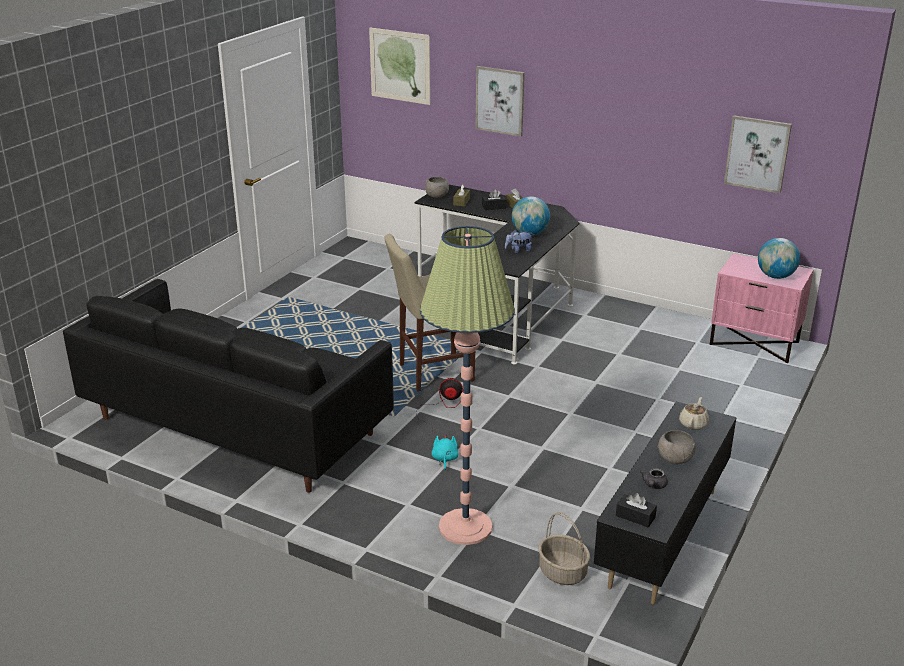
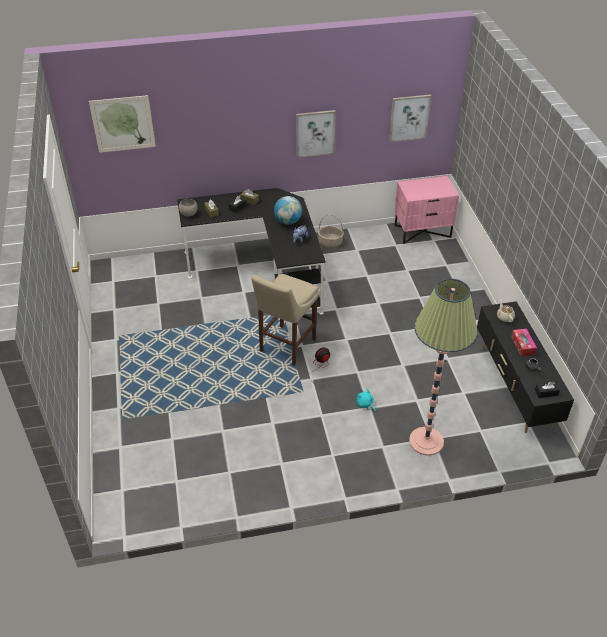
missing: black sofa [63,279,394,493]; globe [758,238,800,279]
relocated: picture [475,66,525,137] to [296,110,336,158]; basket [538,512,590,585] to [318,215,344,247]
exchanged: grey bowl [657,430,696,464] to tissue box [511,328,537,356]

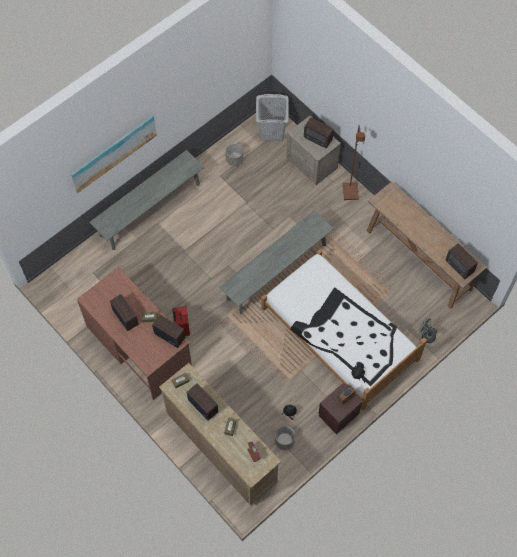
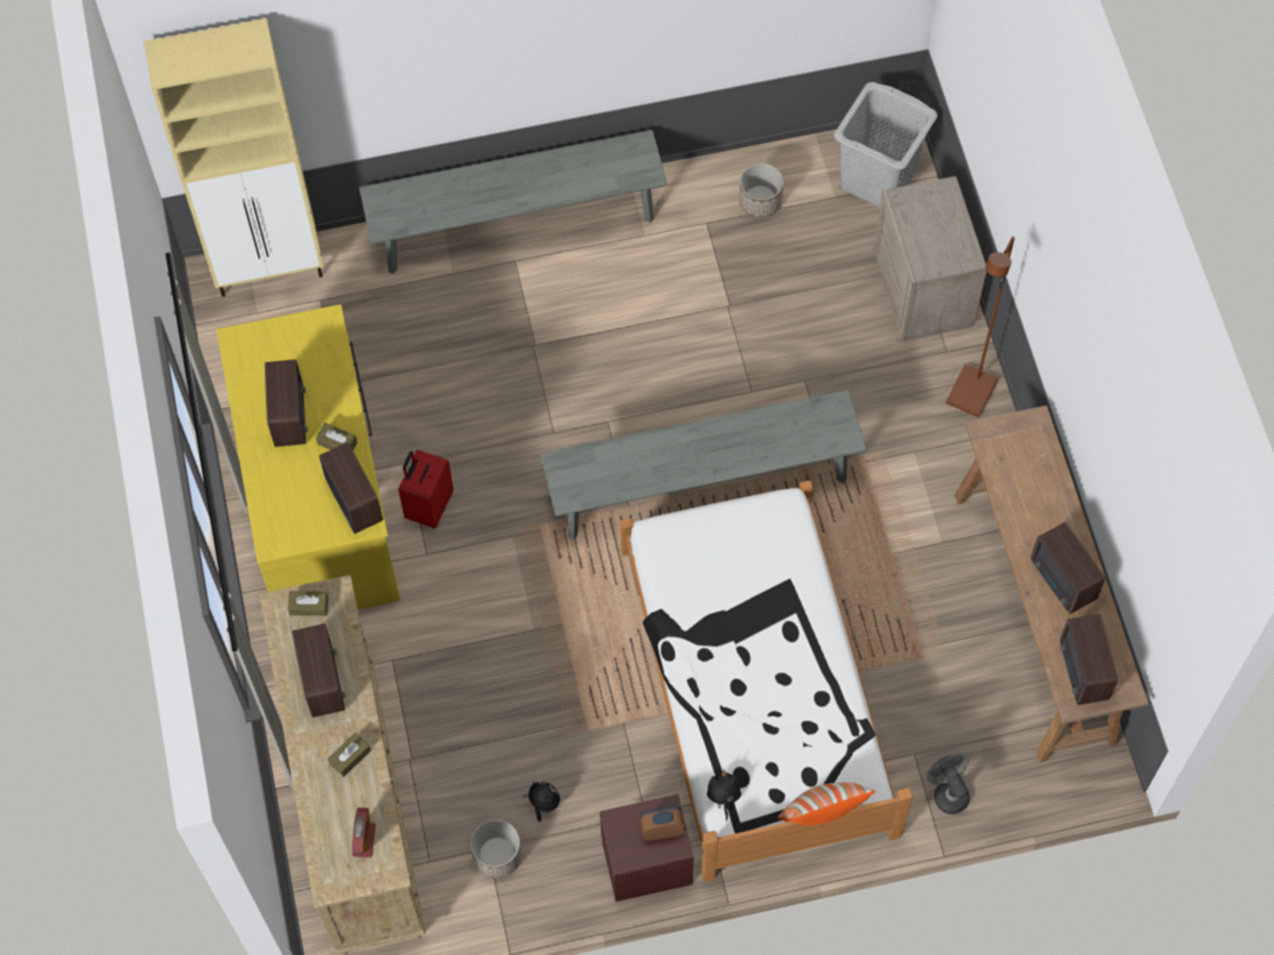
missing: picture [71,116,157,193]
appeared: beige cabinet [144,18,324,297]; pillow [778,782,875,826]
relocated: radio [304,118,334,148] to [1031,522,1105,614]
colour: brown desk [77,267,192,400] to yellow desk [216,304,400,609]

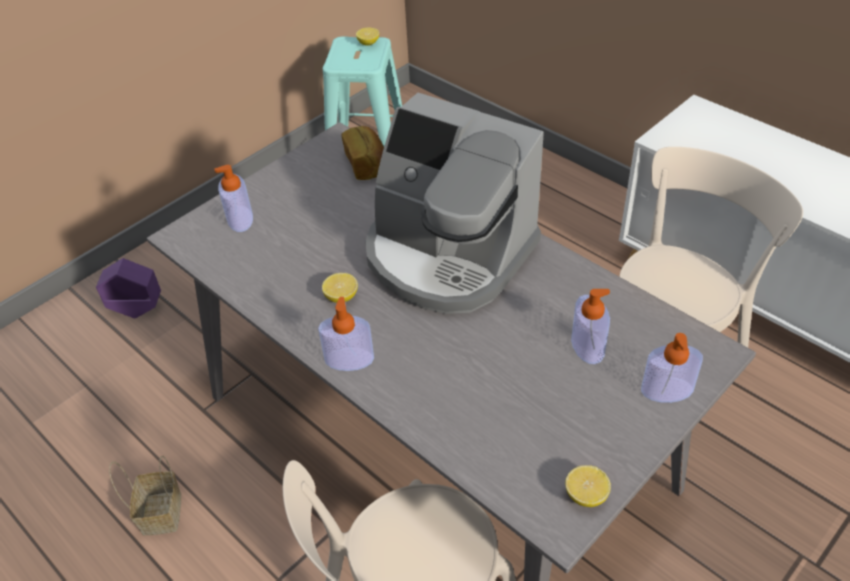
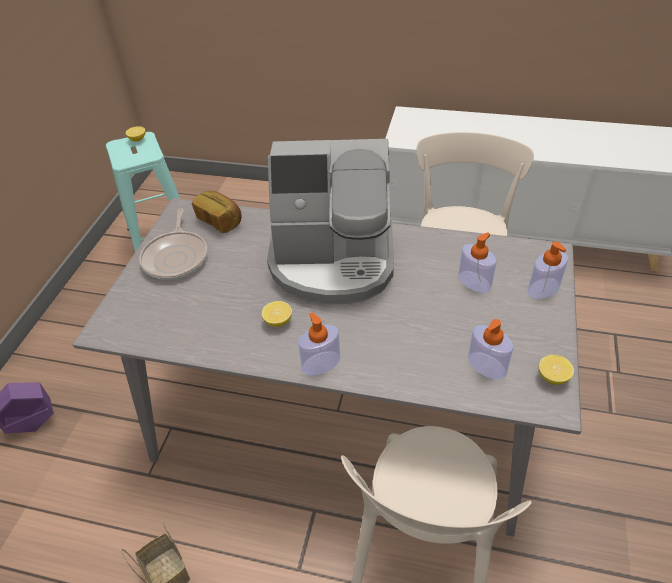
appeared: frying pan [139,208,207,280]
relocated: soap dispenser [214,165,253,232] to [468,319,514,379]

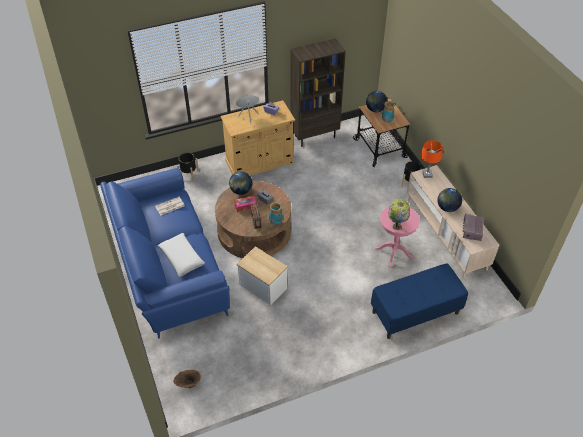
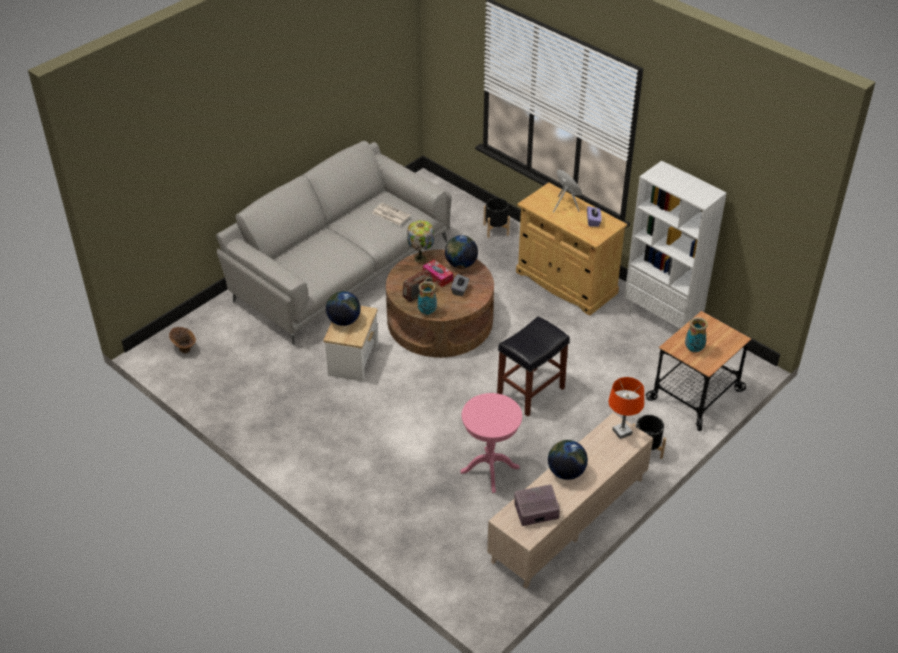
missing: white pillow [158,233,205,277]; blue bench [371,263,468,339]
appeared: black stool [497,316,570,417]
relocated: globe [366,91,388,112] to [326,291,361,326]; table lamp [388,199,410,230] to [407,220,435,263]
colour: blue sofa [100,168,230,339] to grey sofa [216,141,452,345]; brown bookcase [290,38,346,147] to white bookcase [624,161,727,331]

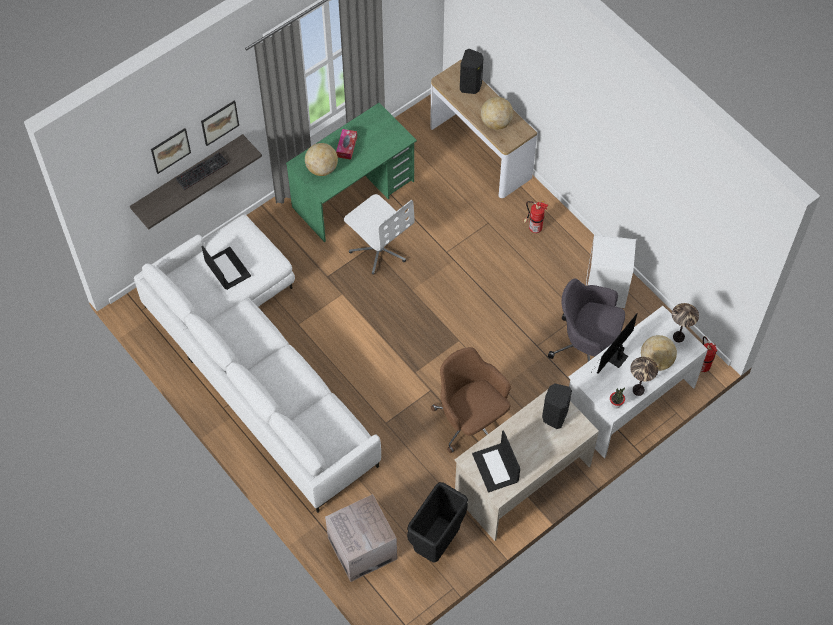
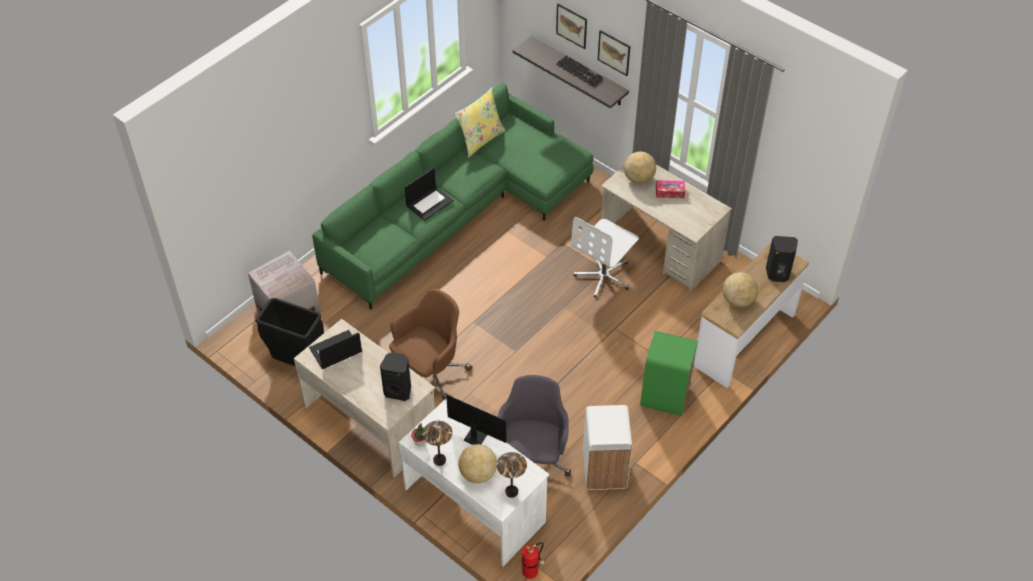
appeared: yellow pillow [454,87,505,158]
relocated: laptop [202,246,251,290] to [405,167,454,221]
exchanged: fire extinguisher [523,201,548,233] to green trash can [640,331,698,416]
colour: white sofa [134,214,381,513] to green sofa [312,83,594,310]; green desk [286,103,417,242] to beige desk [601,164,732,291]

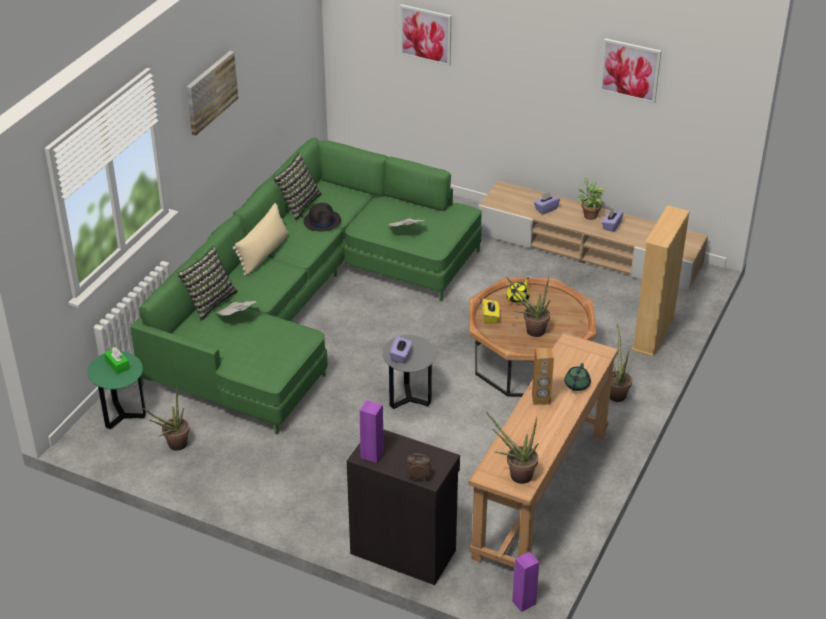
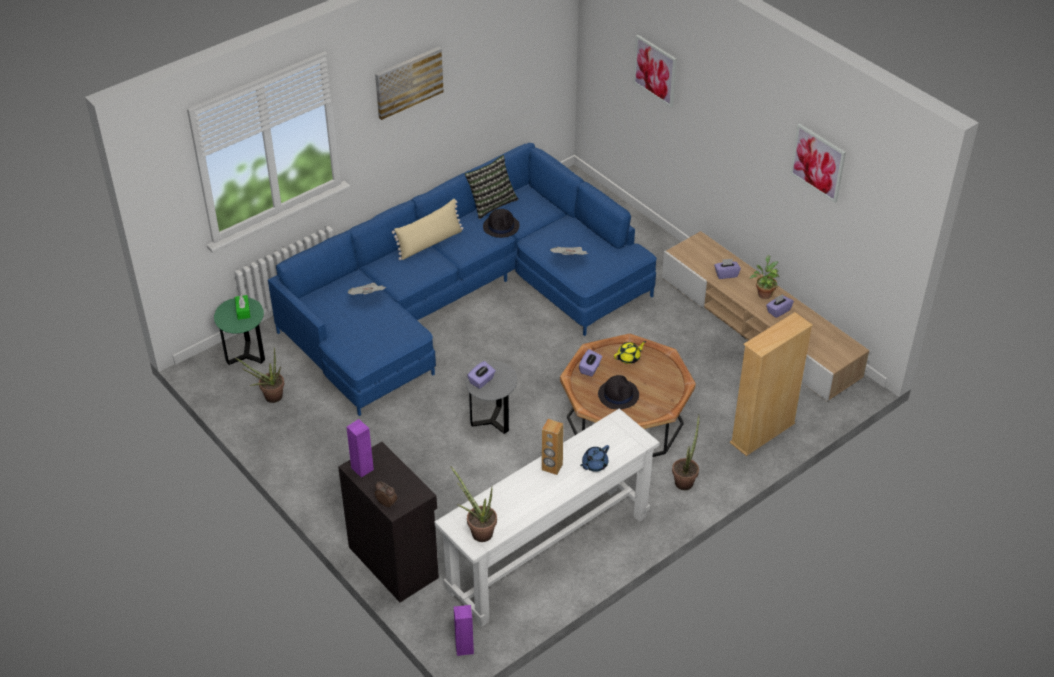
missing: pillow [177,246,238,321]
exchanged: potted plant [507,276,551,337] to black hat [598,375,639,409]
colour: green sofa [130,138,482,434] to blue sofa [268,143,657,416]; brown console table [469,333,618,567] to white console table [434,408,660,627]; yellow tissue box [482,299,500,324] to purple tissue box [579,349,602,377]; green teapot [564,363,591,391] to blue teapot [580,445,609,472]

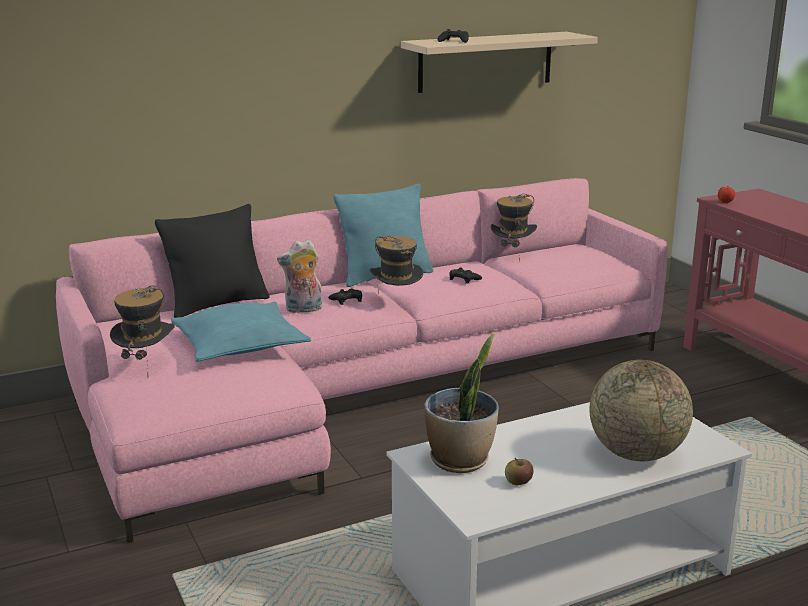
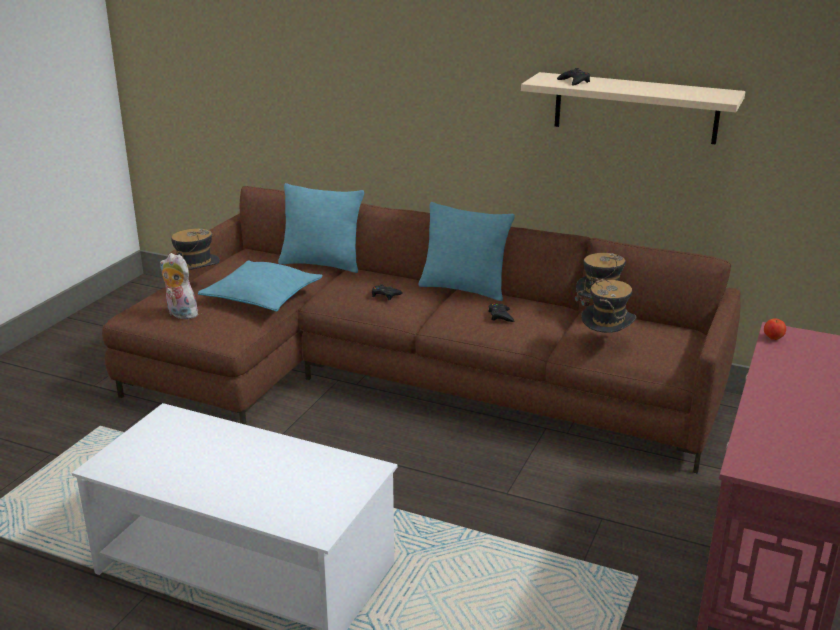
missing: potted plant [424,334,498,473]; apple [505,458,533,485]; globe [589,360,693,461]
relocated: plush toy [277,239,322,313] to [160,253,199,319]; hat [370,236,423,295] to [581,277,636,333]
colour: pink sofa [56,178,668,543] to brown sofa [102,186,741,474]; black pillow [155,204,270,318] to turquoise pillow [278,183,364,273]

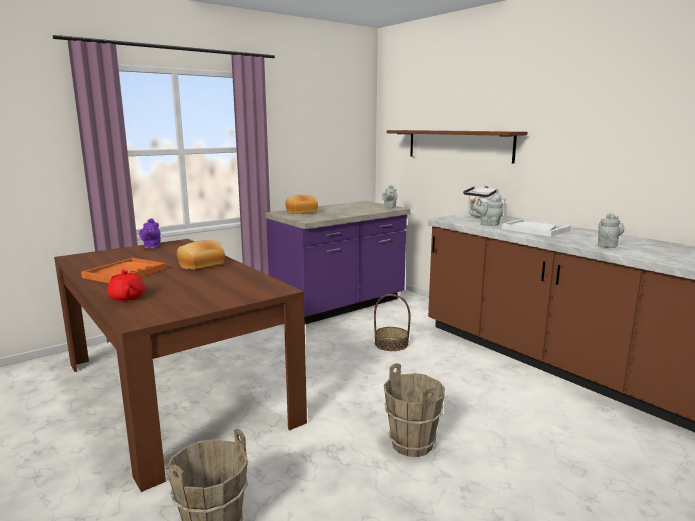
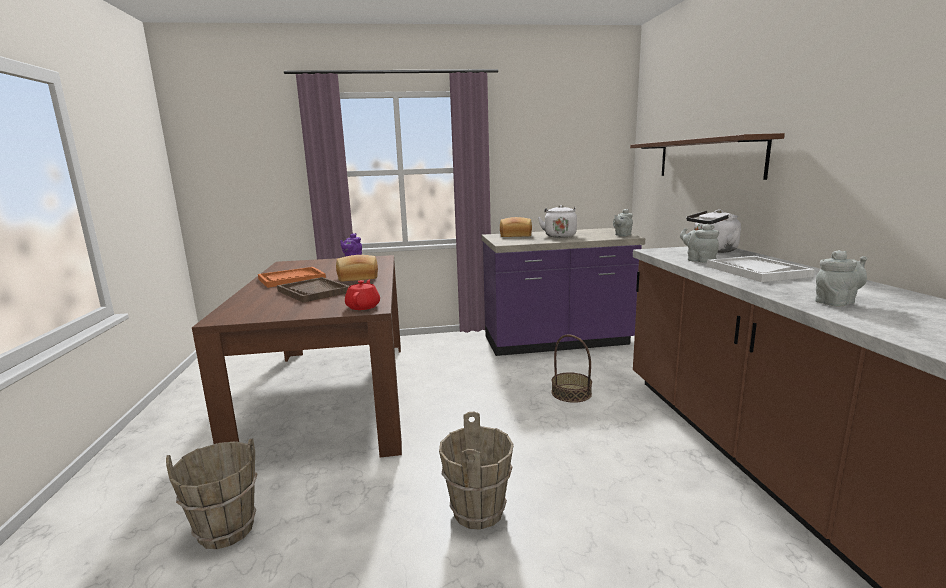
appeared: brown tray [277,277,349,303]; white kettle [538,205,577,238]
relocated: red teapot [107,269,145,301] to [345,280,380,310]

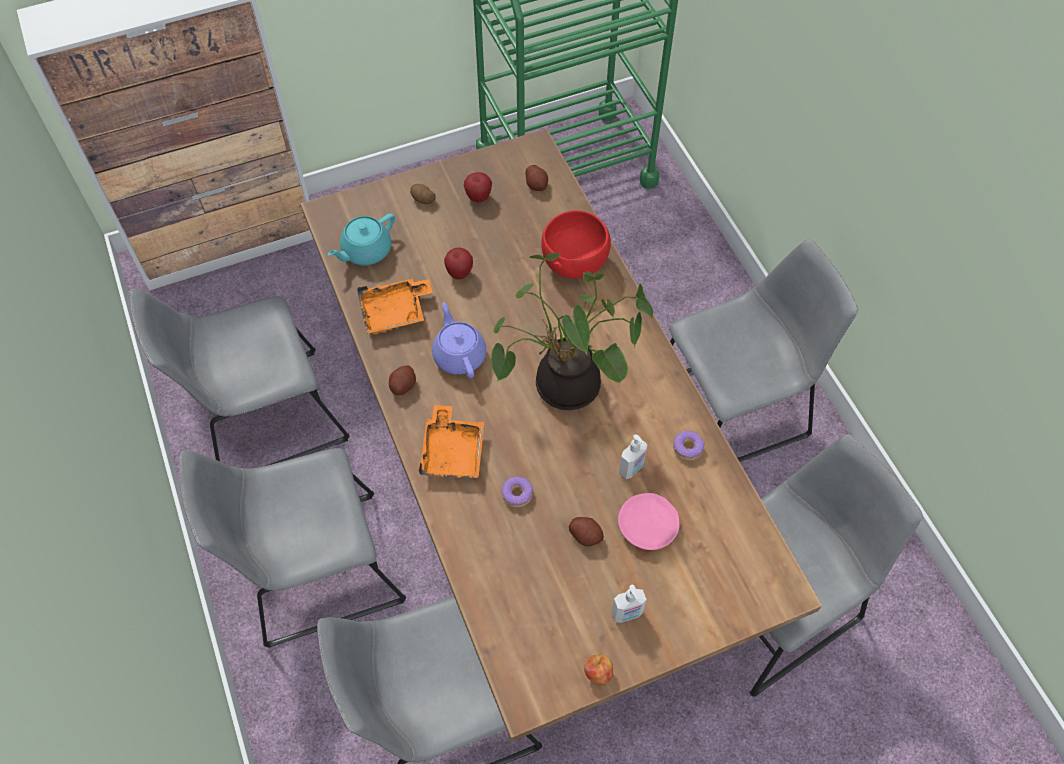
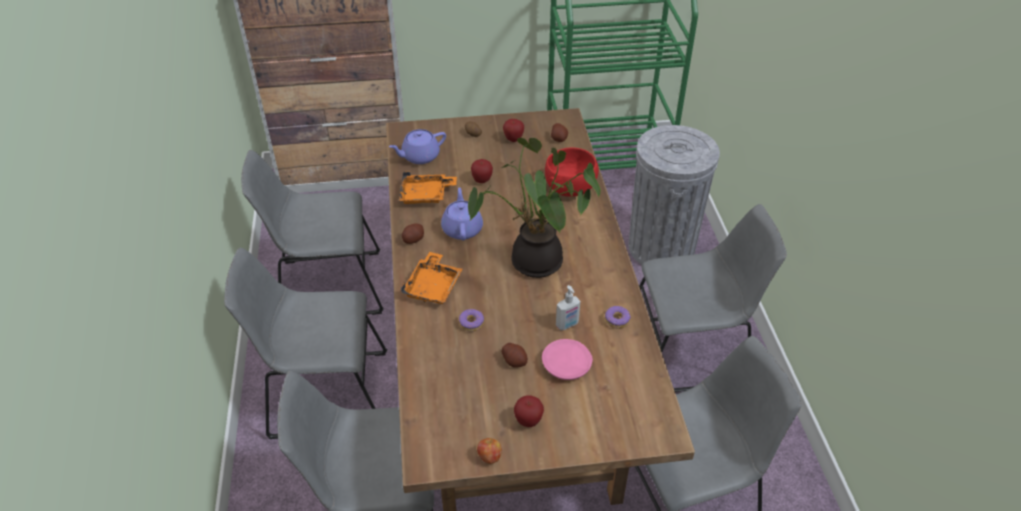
appeared: grey trash can [628,125,720,265]
exchanged: soap dispenser [612,585,647,623] to apple [514,395,544,427]
colour: turquoise teapot [328,213,395,266] to purple teapot [389,129,446,164]

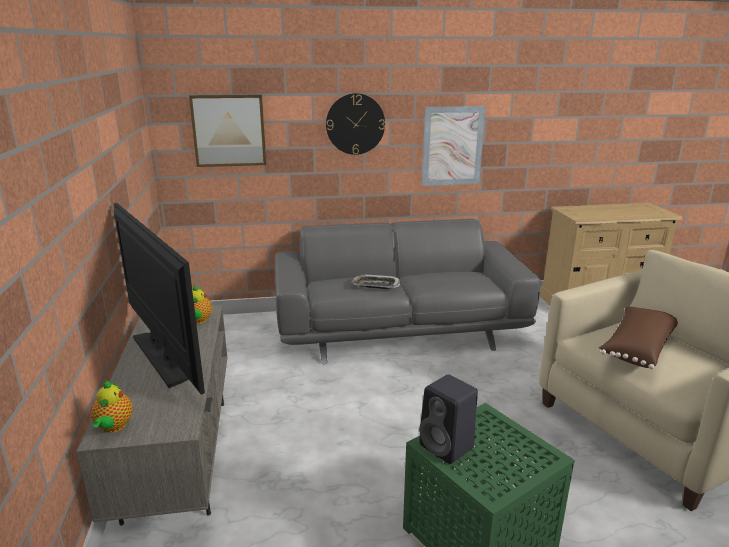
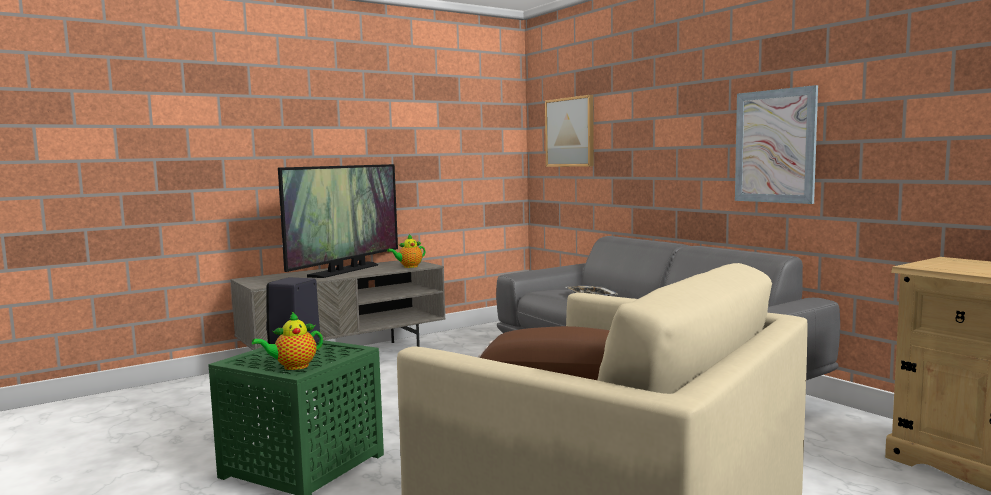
missing: wall clock [326,93,385,155]
relocated: teapot [91,381,133,433] to [252,312,323,370]

